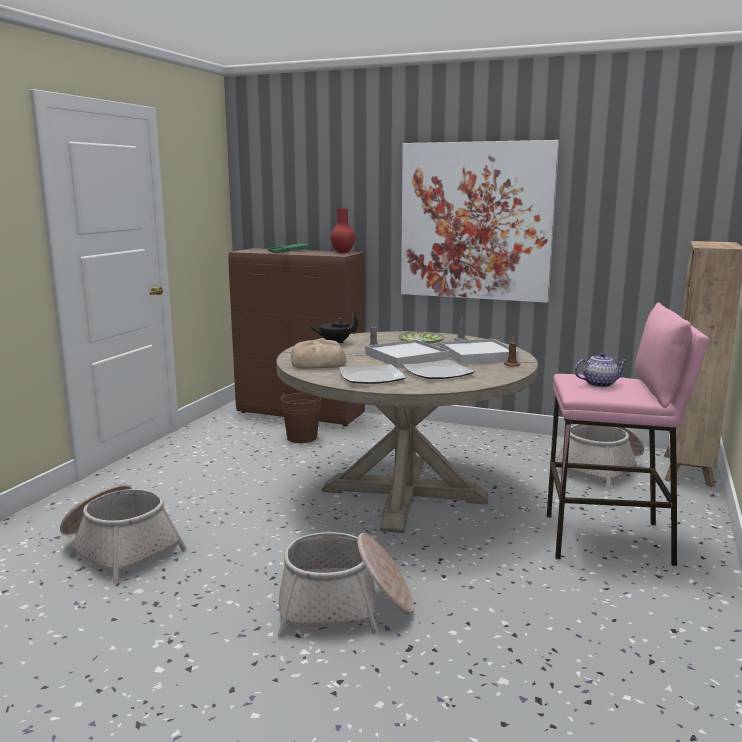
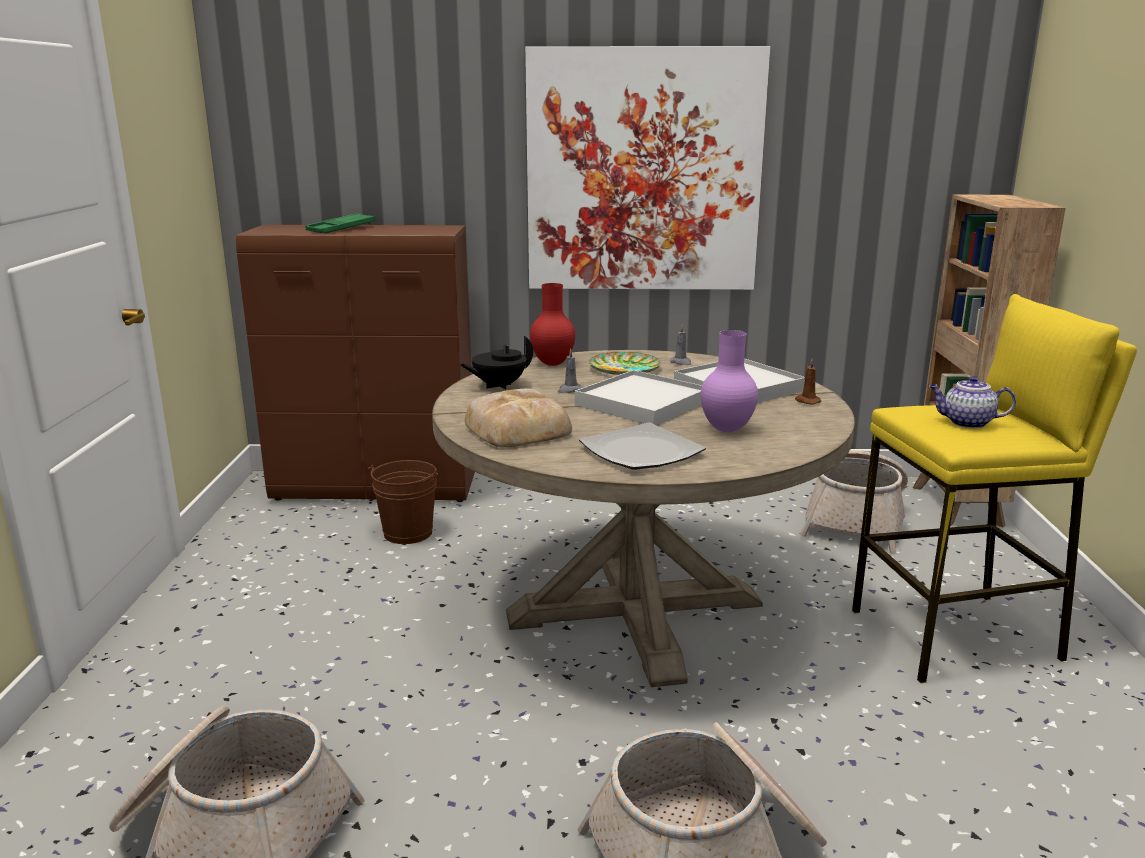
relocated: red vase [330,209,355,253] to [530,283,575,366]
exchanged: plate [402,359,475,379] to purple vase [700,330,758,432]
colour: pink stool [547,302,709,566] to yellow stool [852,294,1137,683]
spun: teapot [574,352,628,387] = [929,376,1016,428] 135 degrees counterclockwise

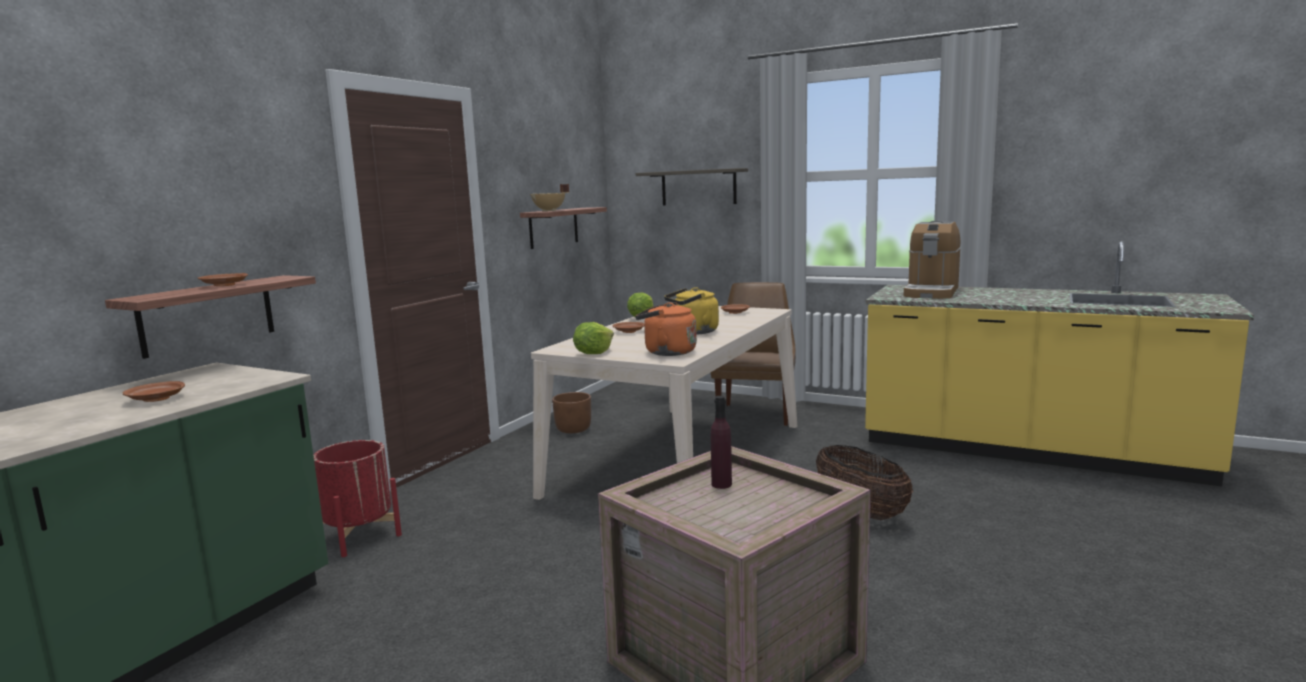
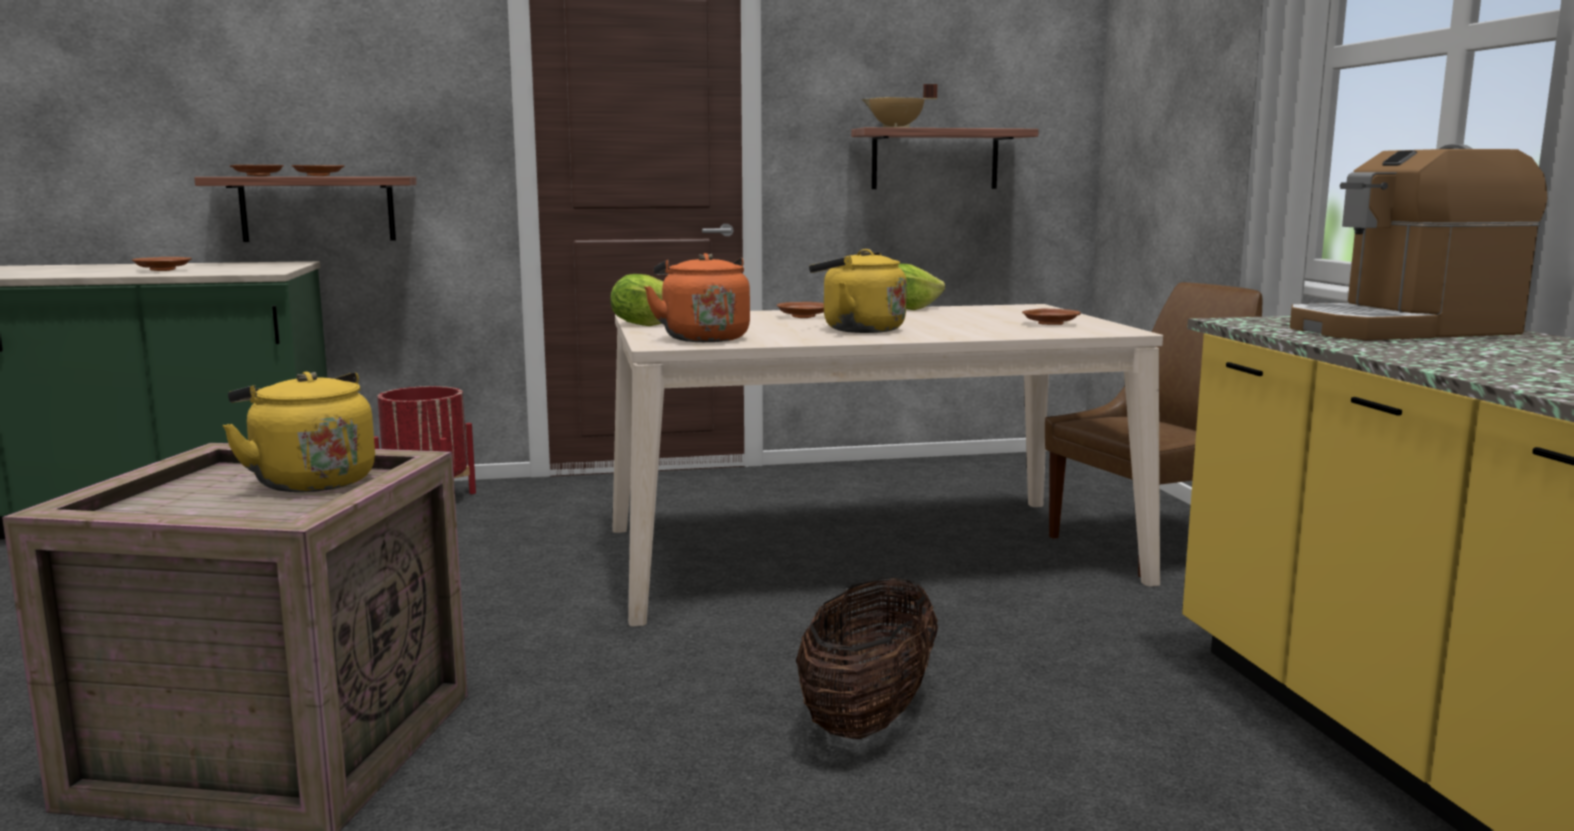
missing: brown planter [552,392,591,433]; shelf [636,168,748,206]
appeared: brown plate [230,165,284,176]
exchanged: purple bottle [711,396,732,489] to yellow kettle [222,372,375,492]

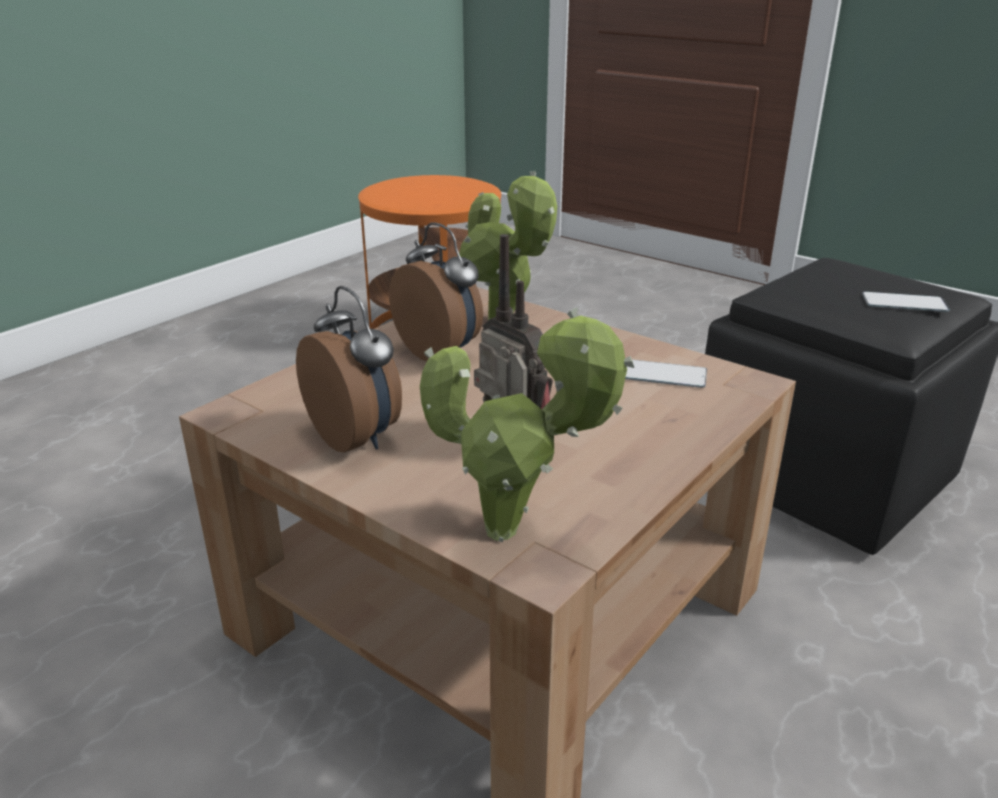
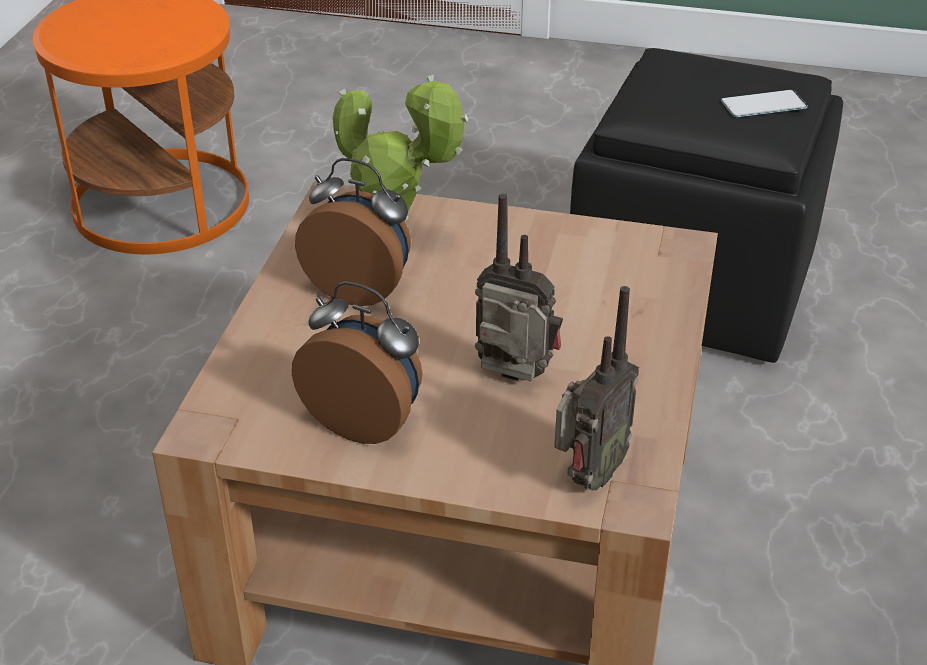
missing: phone [625,360,707,388]
exchanged: potted plant [420,307,634,542] to radio [554,286,639,491]

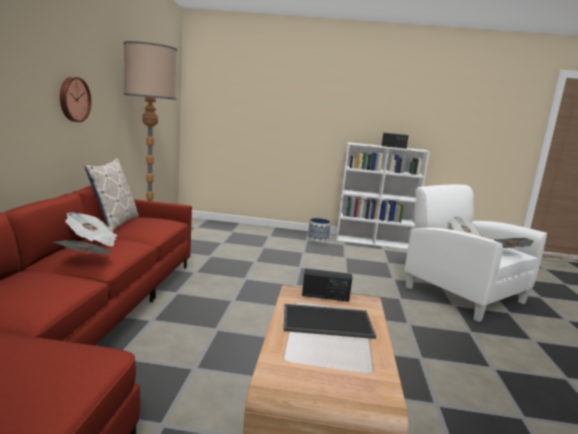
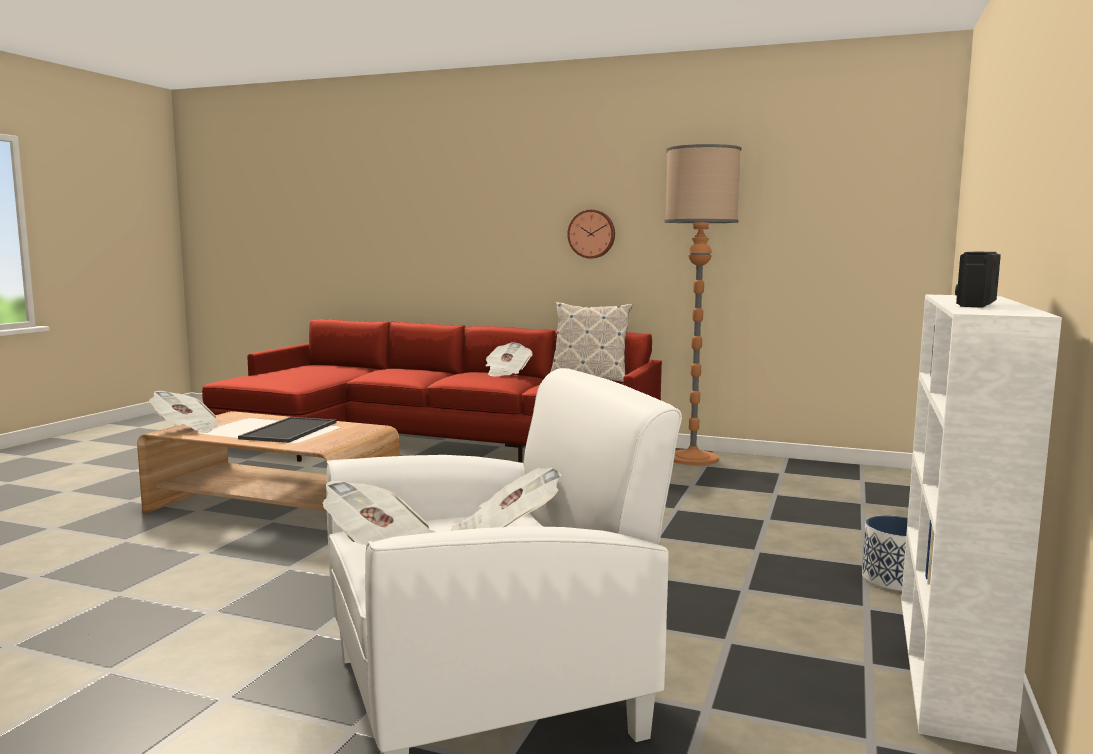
missing: radio [302,268,352,302]
relocated: newspaper [53,240,111,254] to [149,391,221,433]

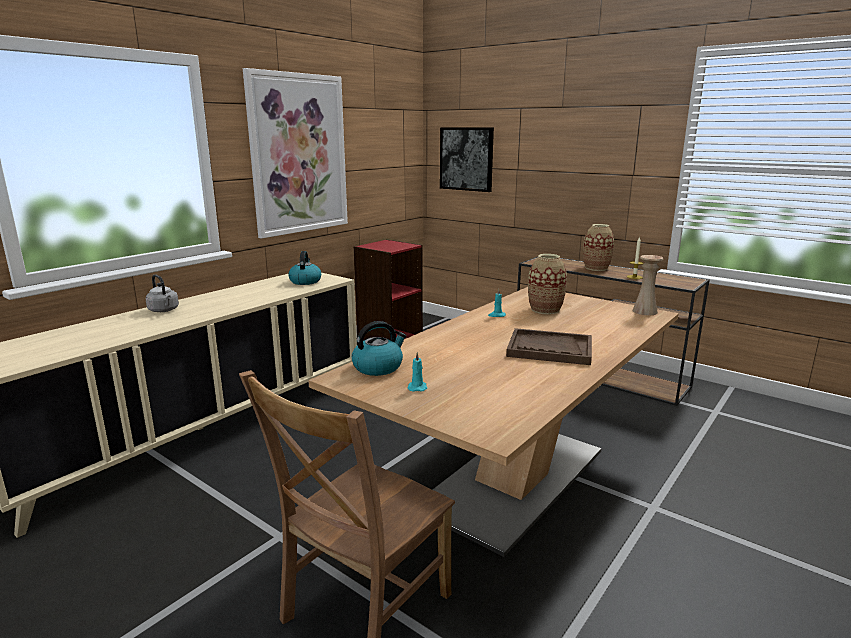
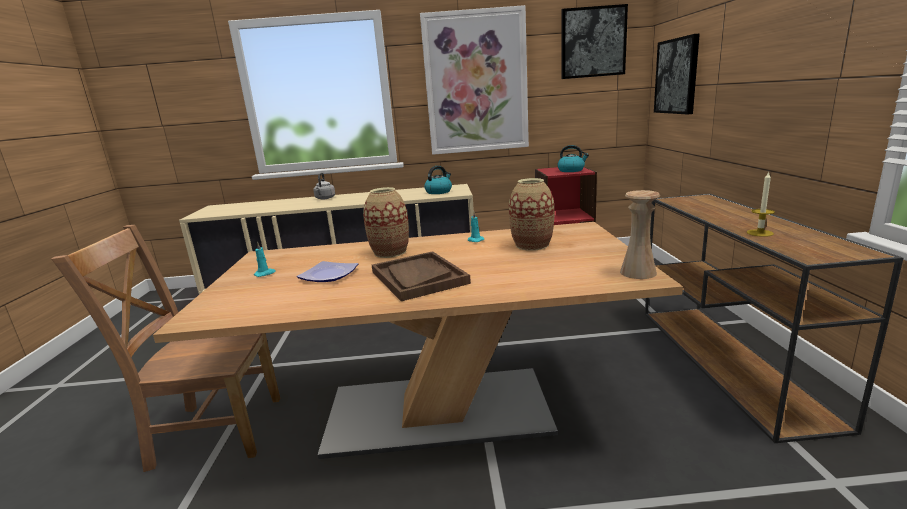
appeared: plate [297,261,358,282]; picture [561,4,628,79]
relocated: kettle [352,321,406,376] to [557,145,589,172]; vase [583,224,614,271] to [363,187,409,258]

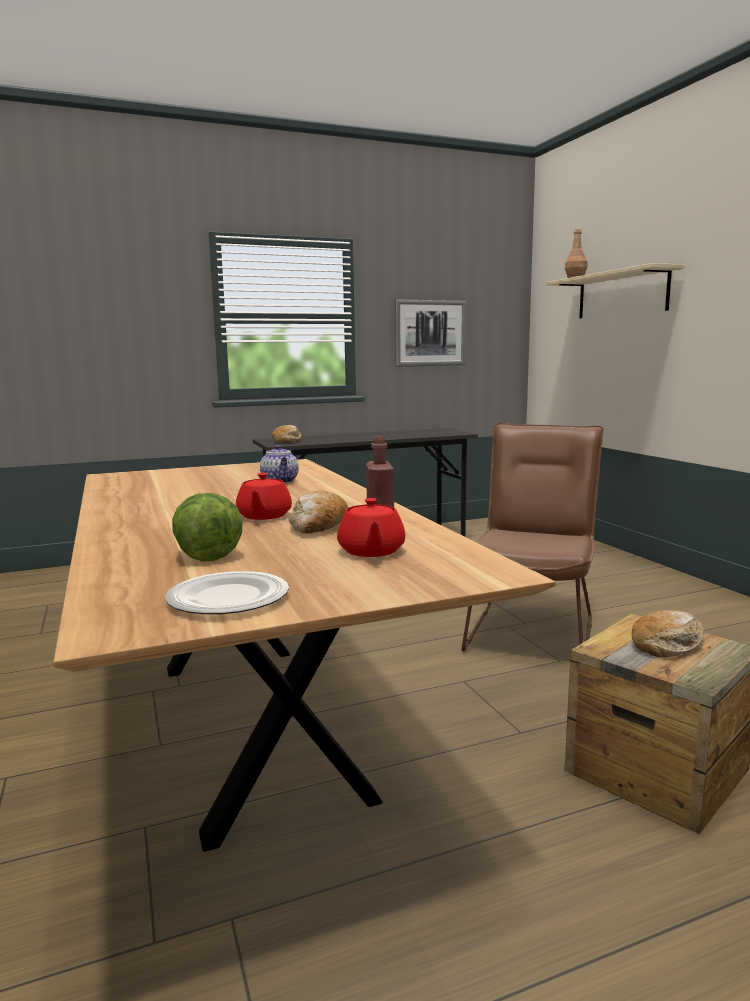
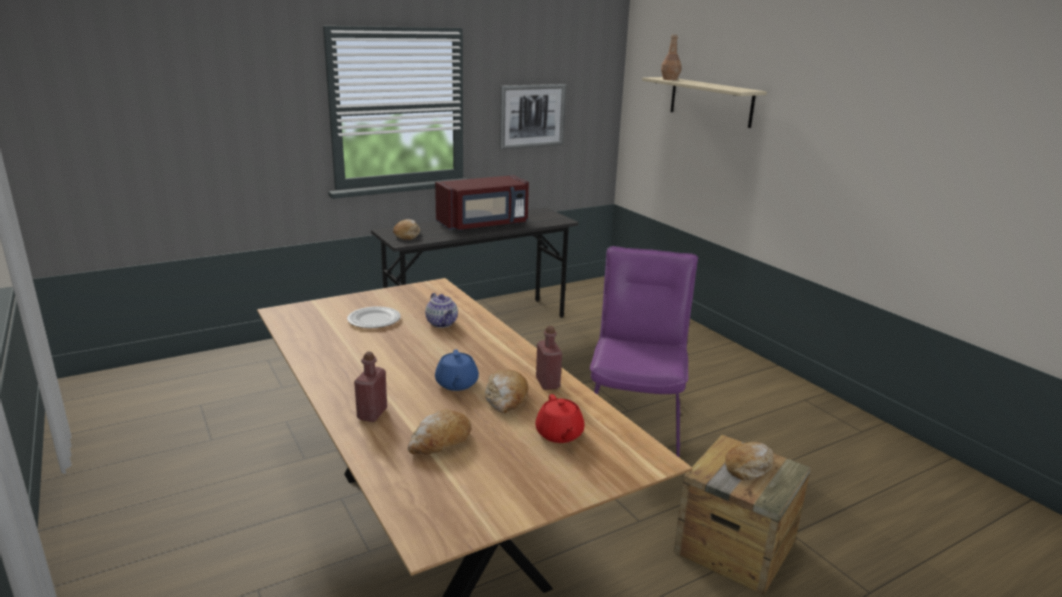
appeared: red bottle [354,352,387,422]; red microwave [435,175,529,231]
relocated: plate [165,571,289,614] to [347,306,401,328]
exchanged: lettuce [172,493,242,561] to bread [408,409,471,454]
colour: red teapot [236,473,292,520] to blue teapot [435,349,479,391]; brown chair [462,423,604,652] to purple chair [590,246,698,457]

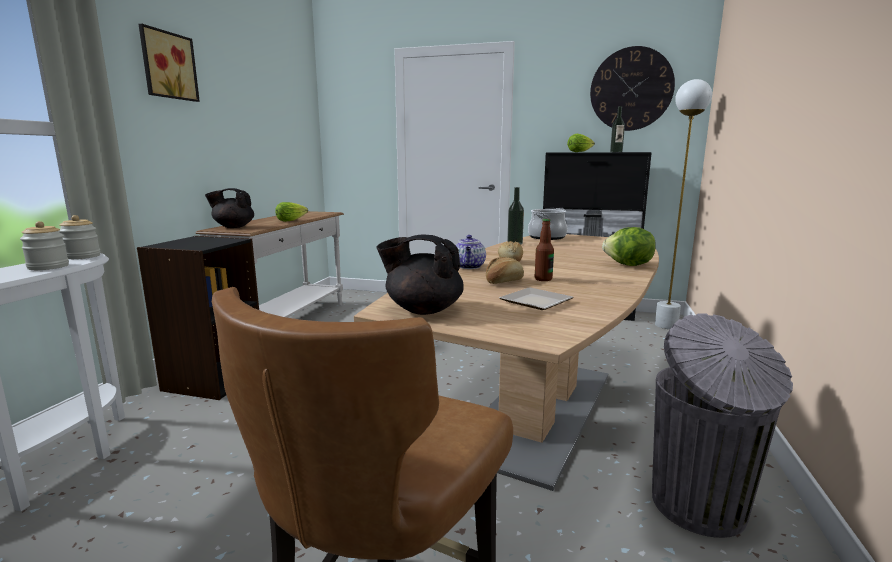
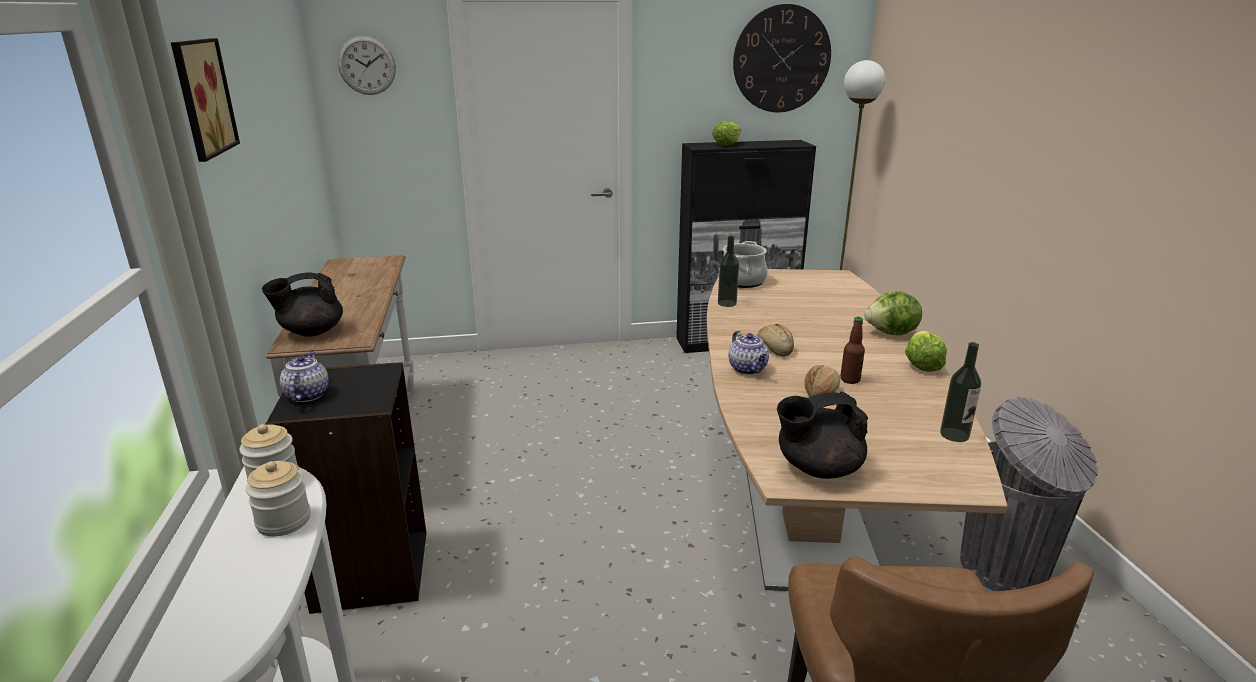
missing: plate [499,287,574,310]
appeared: teapot [280,351,329,402]; wall clock [338,36,396,95]
relocated: lettuce [275,202,308,222] to [905,331,947,372]; bottle [610,106,625,152] to [940,342,981,442]

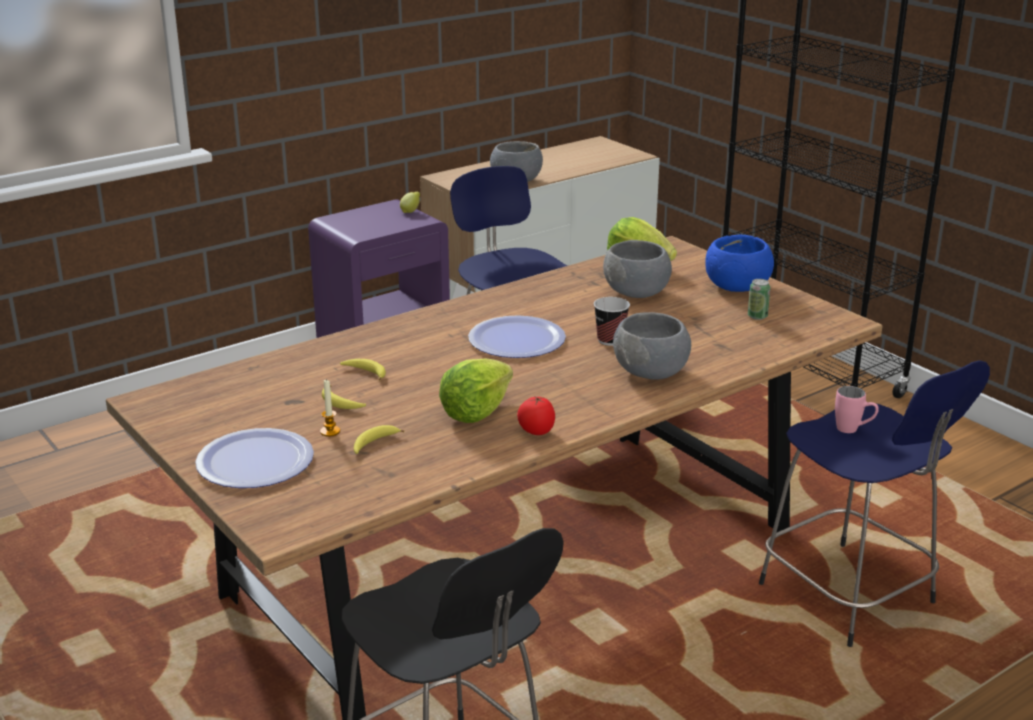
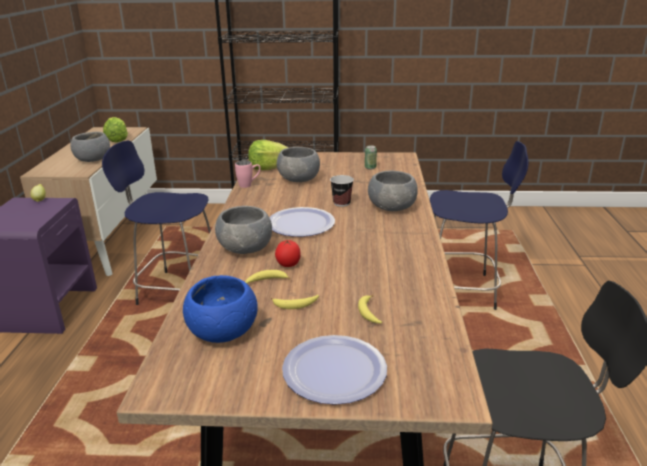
missing: candle [320,379,340,437]
appeared: grey bowl [215,206,272,254]
relocated: lettuce [439,359,513,423] to [103,117,128,143]; tomato [517,396,555,435] to [275,240,301,267]; blue bowl [705,235,774,292] to [183,275,258,343]; pink mug [835,386,879,433] to [235,160,261,188]

